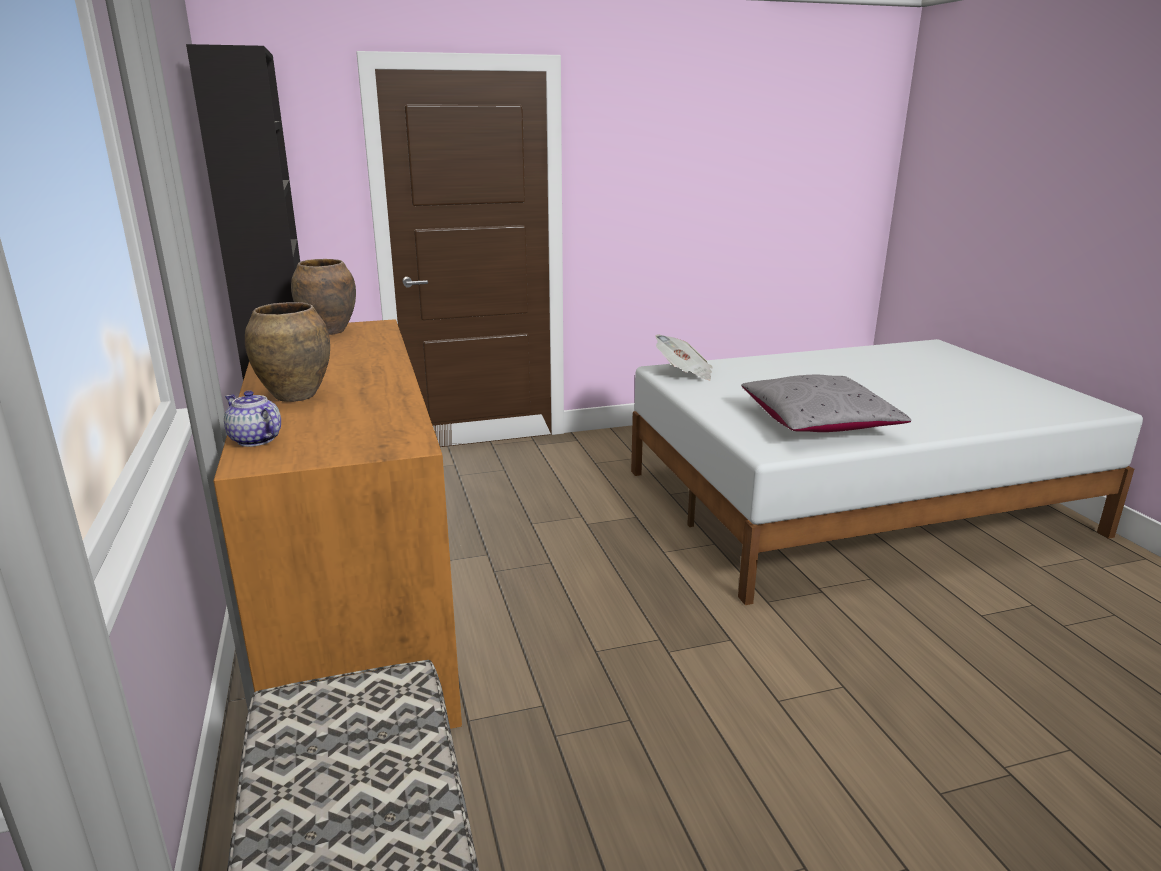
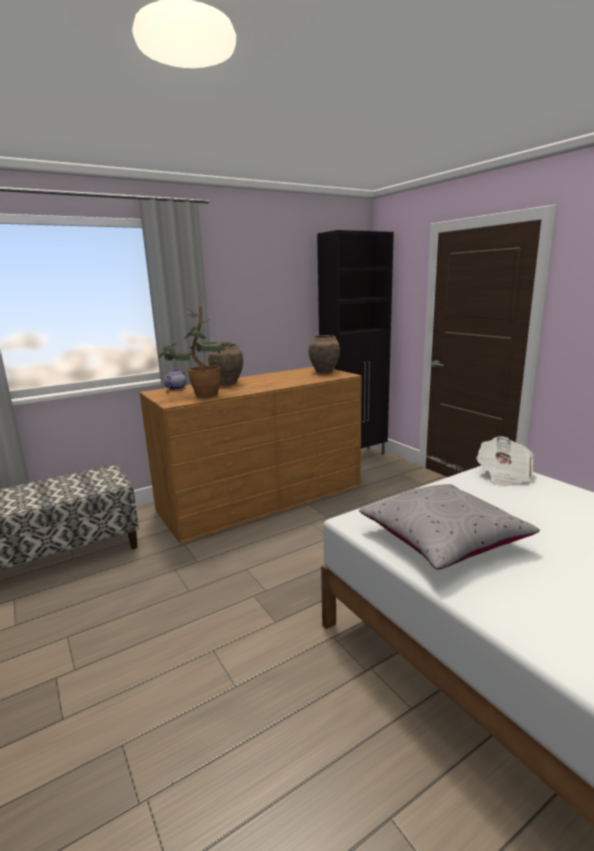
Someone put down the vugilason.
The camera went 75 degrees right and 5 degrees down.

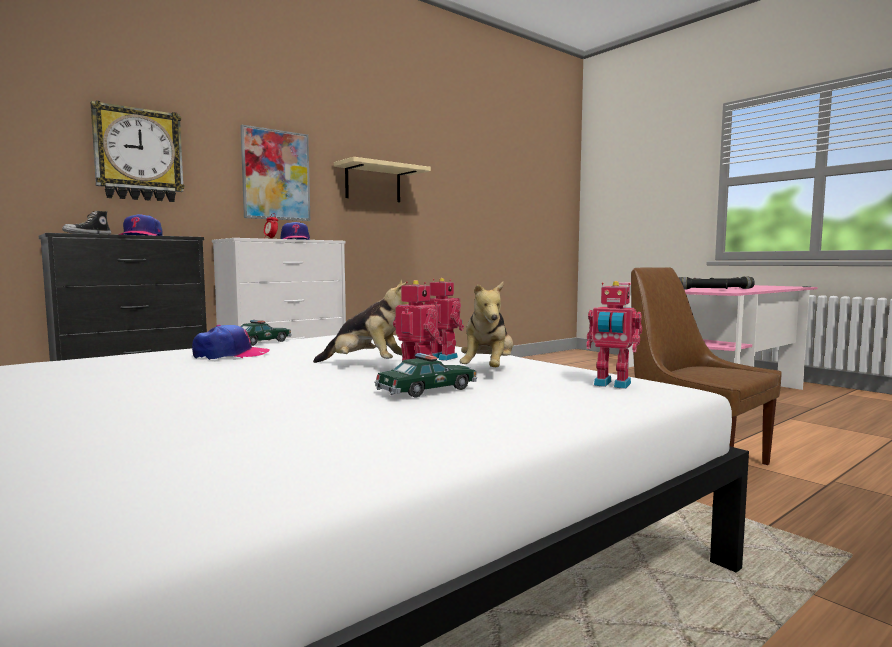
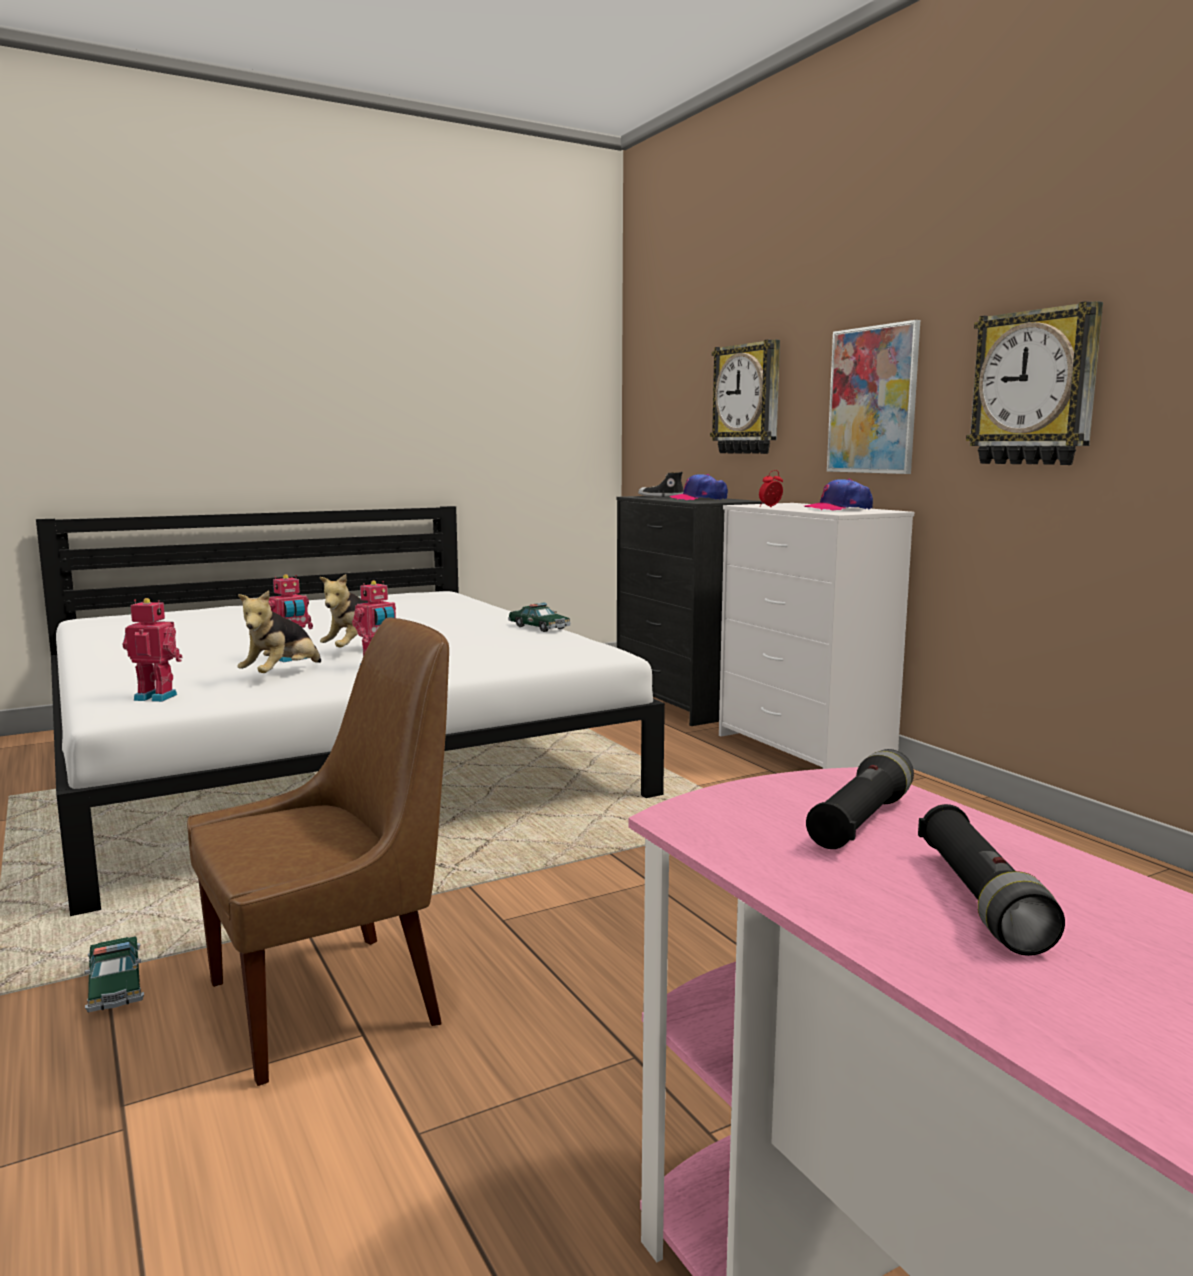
Someone carried the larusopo (no. 2 from left in the first image).
Someone rotated the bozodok (no. 3 from left in the first image) by 60 degrees clockwise.
Someone rotated the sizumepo (no. 2 from left in the first image) by 90 degrees counterclockwise.
Someone swapped the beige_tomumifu for the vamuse (no. 2 from left).
Someone took away the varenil (no. 2 from left).
The camera went 100 degrees right and 5 degrees up.

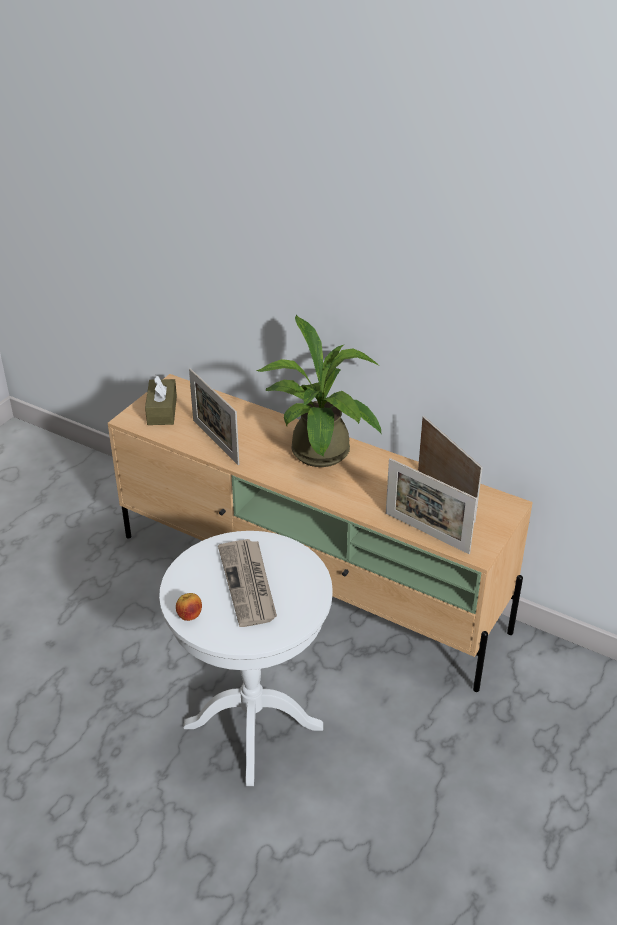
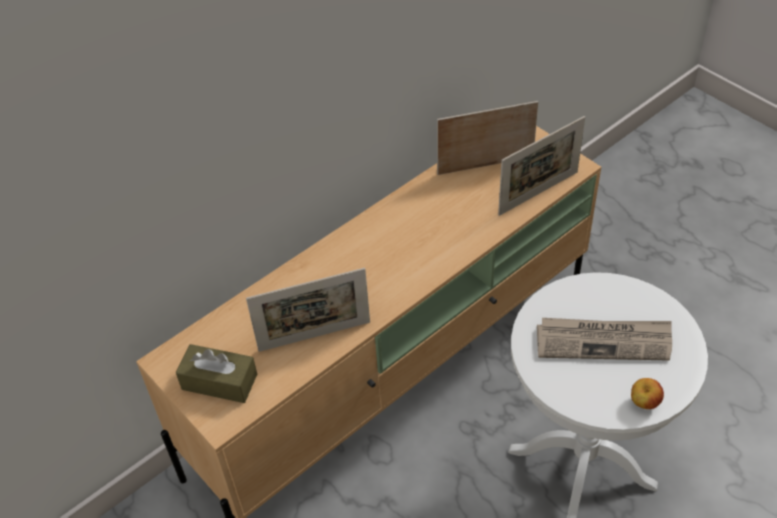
Someone took away the vugilason.
The camera went 70 degrees left and 10 degrees up.

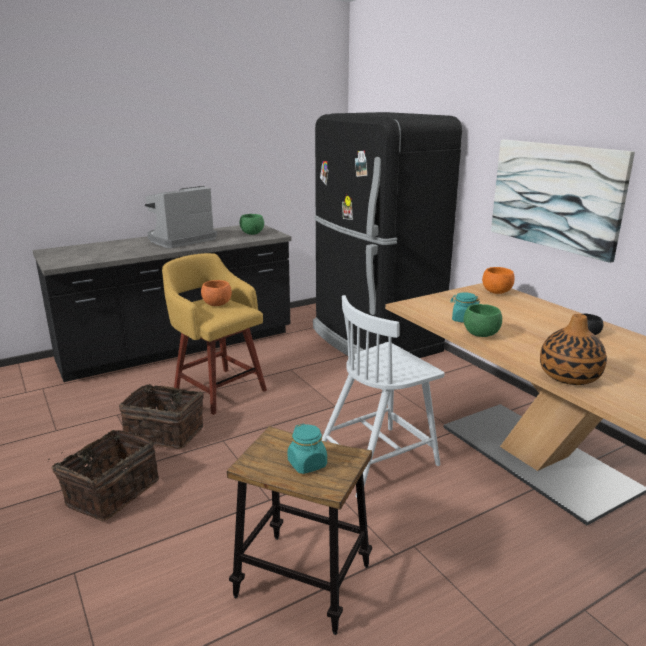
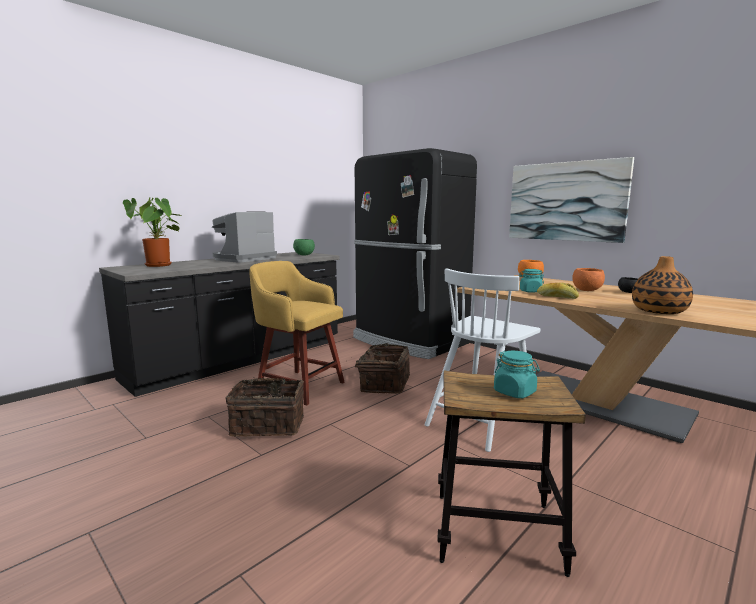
Someone put down the vugilason.
Someone carried the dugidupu (no. 1 from left in the first image).
Someone swapped the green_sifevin (no. 2 from left) for the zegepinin.
Someone carried the orange_sifevin (no. 1 from left in the first image).
The camera went 15 degrees left and 10 degrees down.

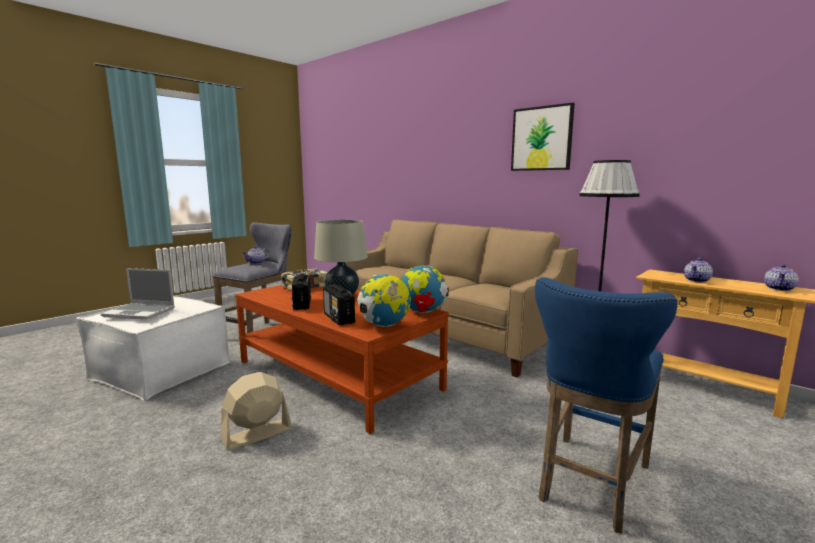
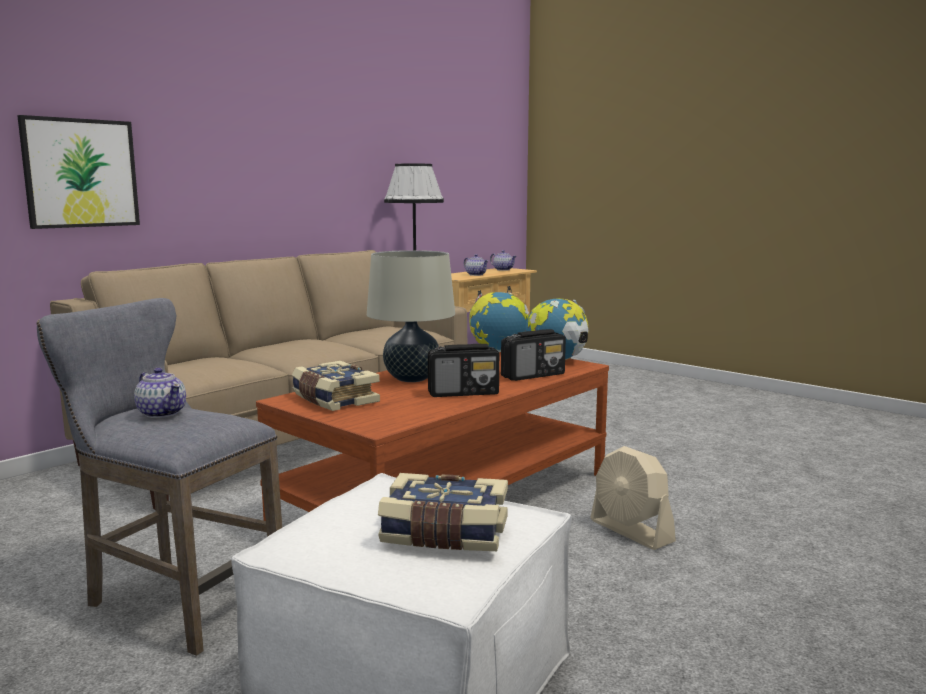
Someone carried the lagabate.
Someone swapped the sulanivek for the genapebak (no. 2 from left).
Someone took away the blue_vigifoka.
The camera went 90 degrees left and 0 degrees up.

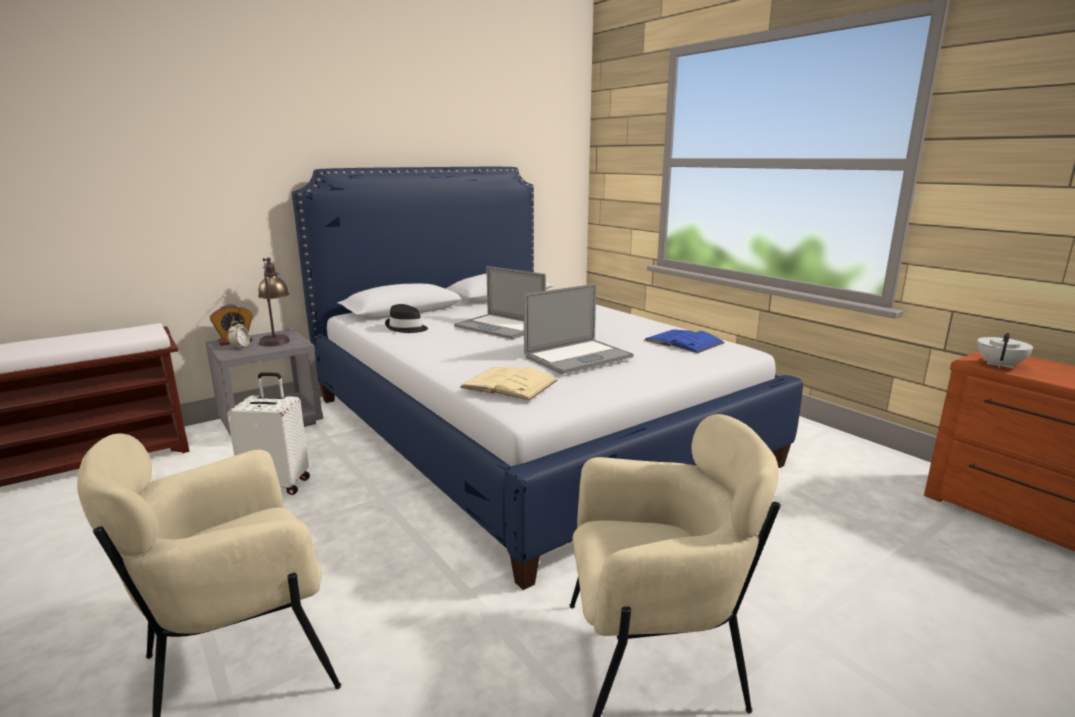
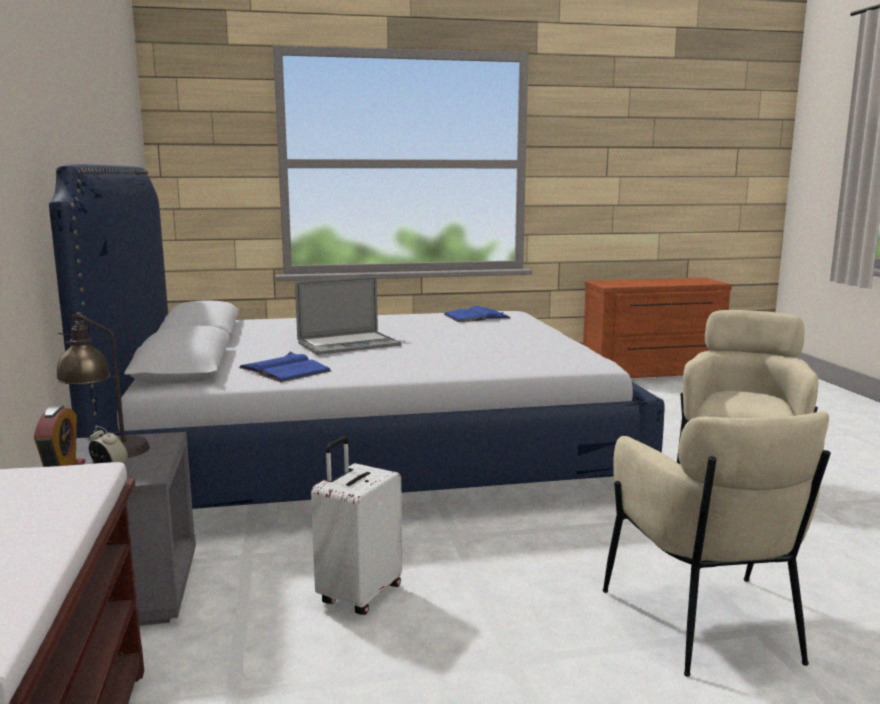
Someone swapped the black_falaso for the blue_genapebak (no. 1 from left).
Someone took away the beige_genapebak.
Someone took away the sulanivek (no. 2 from left).
Someone took away the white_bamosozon.
The camera went 65 degrees left and 5 degrees down.

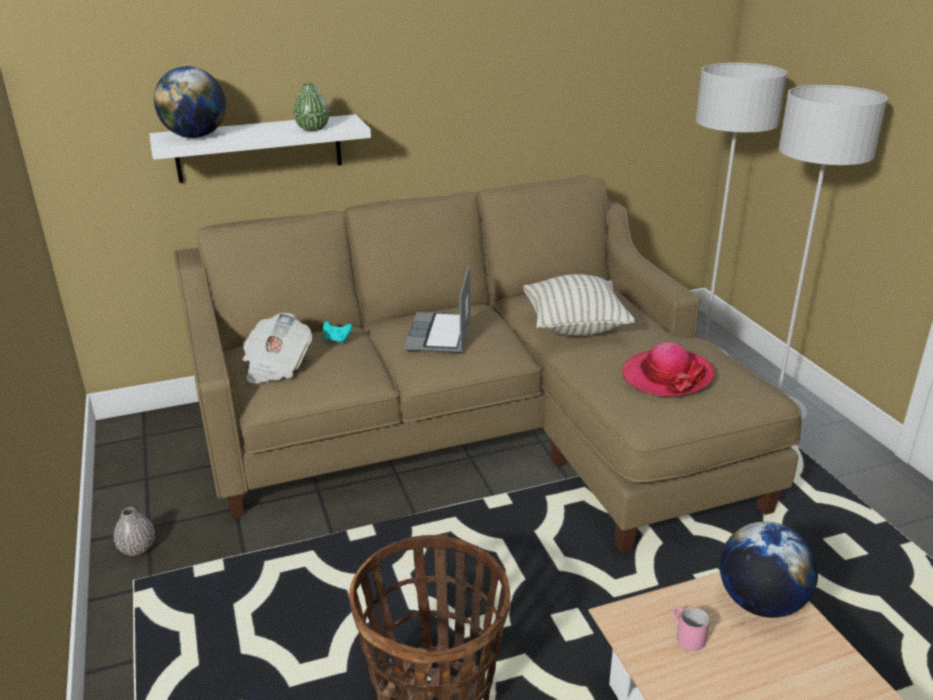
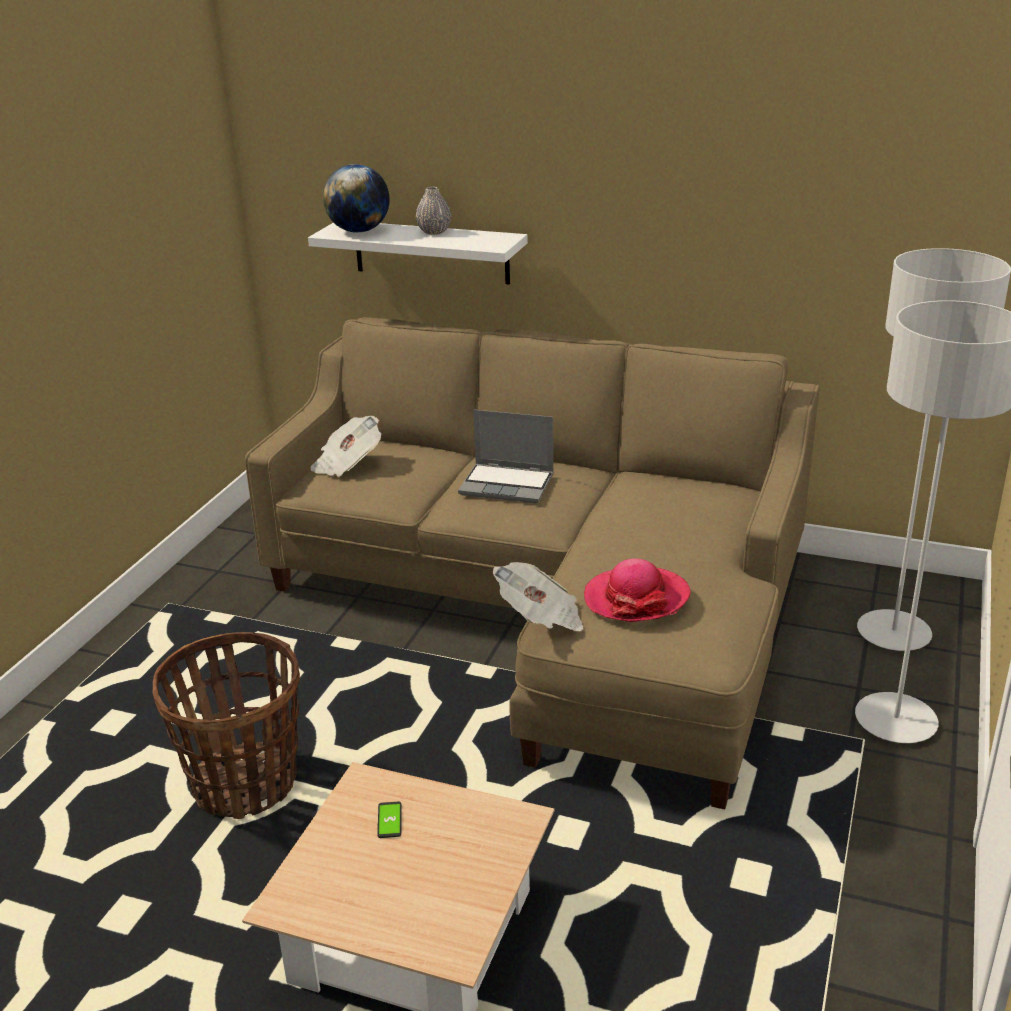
Someone swapped the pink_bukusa for the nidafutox.
Someone carried the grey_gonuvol.
Someone rotated the sulanivek by 120 degrees counterclockwise.
Someone put down the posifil (no. 2 from left).
Someone took away the green_gonuvol.
Someone took away the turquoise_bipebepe.
Someone took away the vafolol.
Someone took away the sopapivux (no. 2 from left).
The camera went 40 degrees right and 0 degrees up.

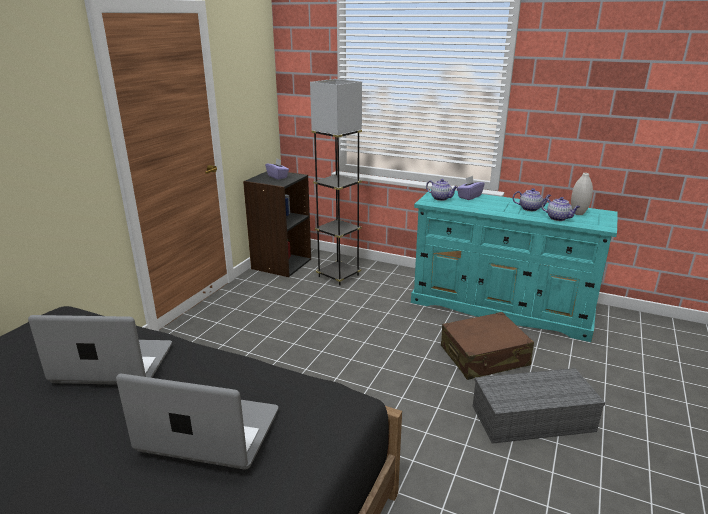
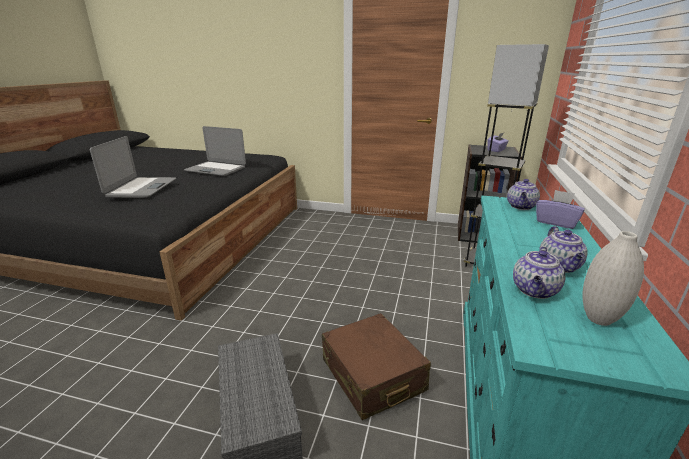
Someone rotated the sulanivek (no. 1 from left in the first image) by 120 degrees clockwise.
The camera went 80 degrees right and 0 degrees up.

